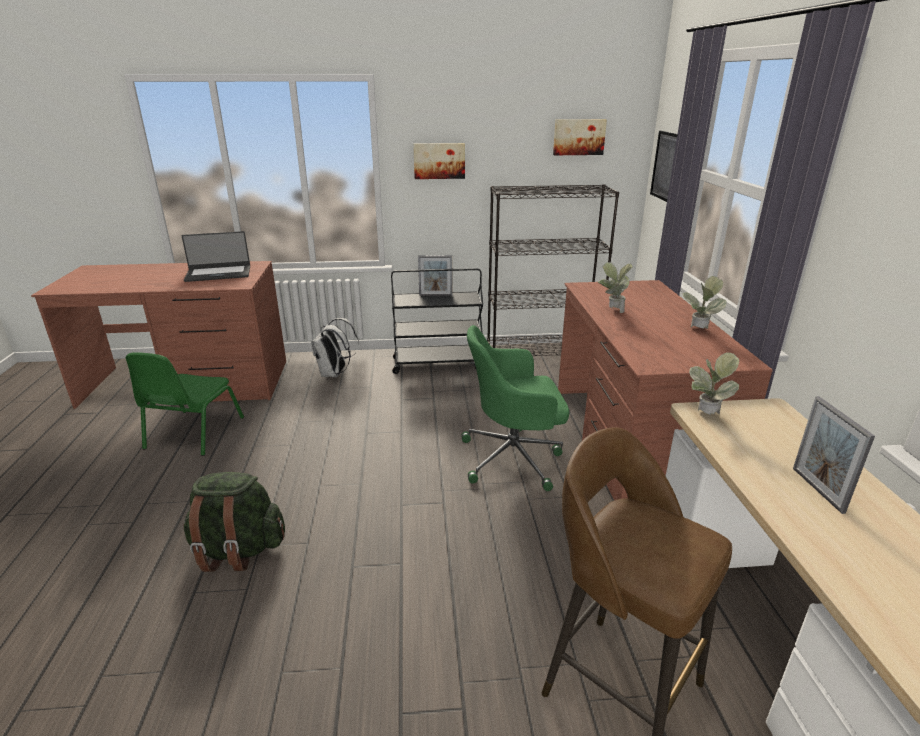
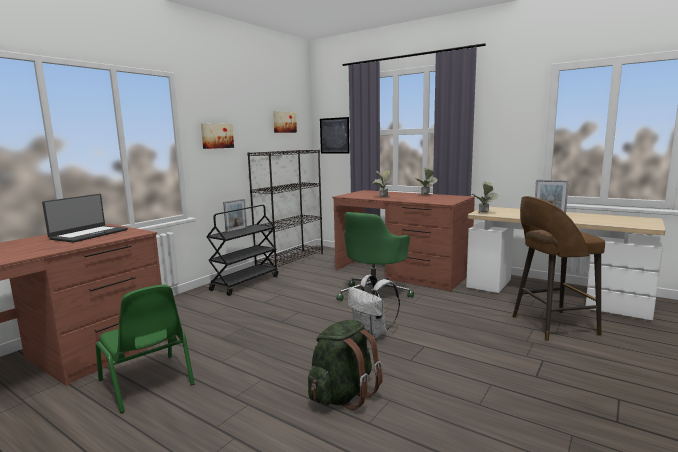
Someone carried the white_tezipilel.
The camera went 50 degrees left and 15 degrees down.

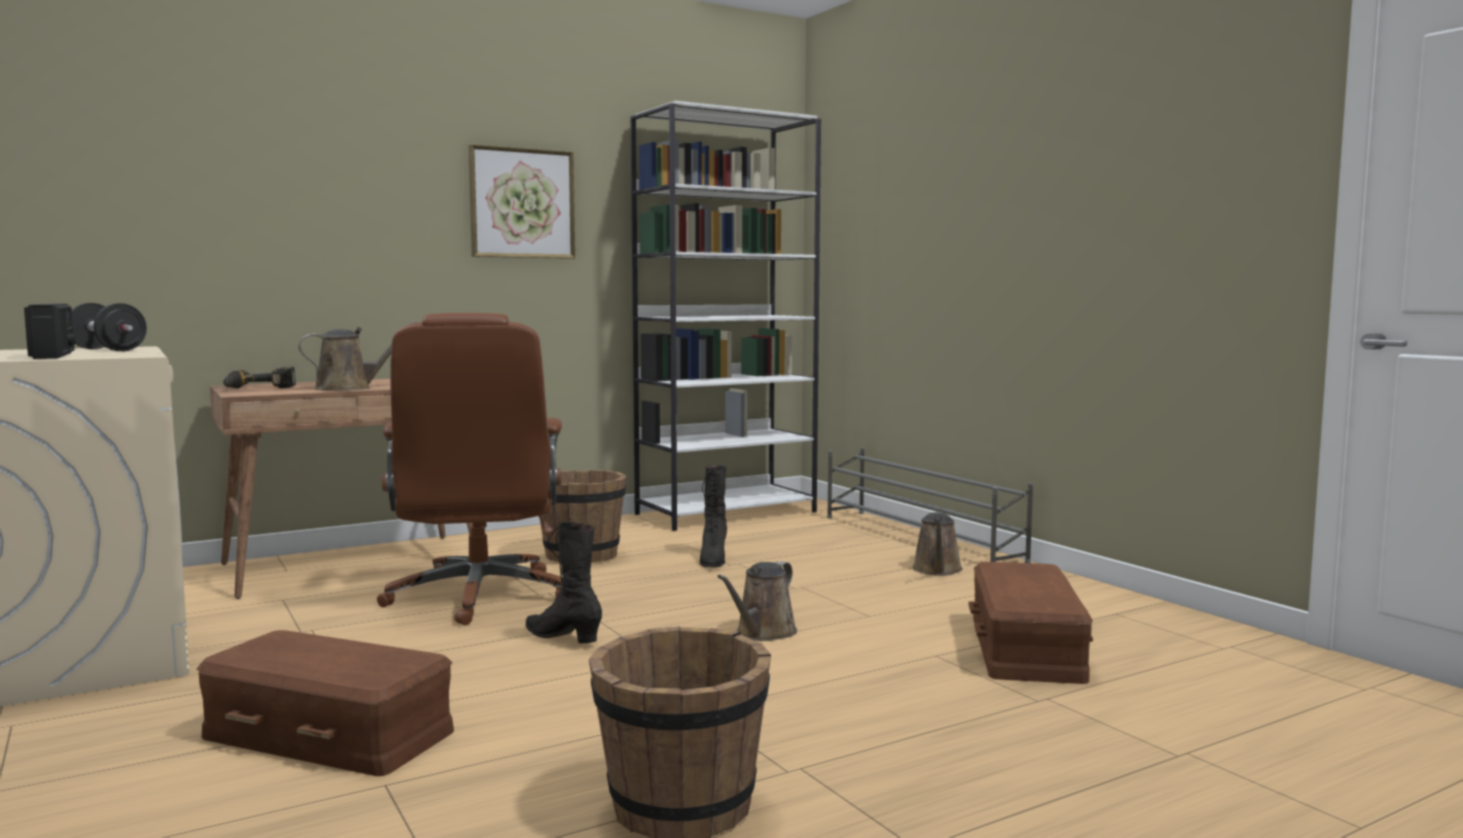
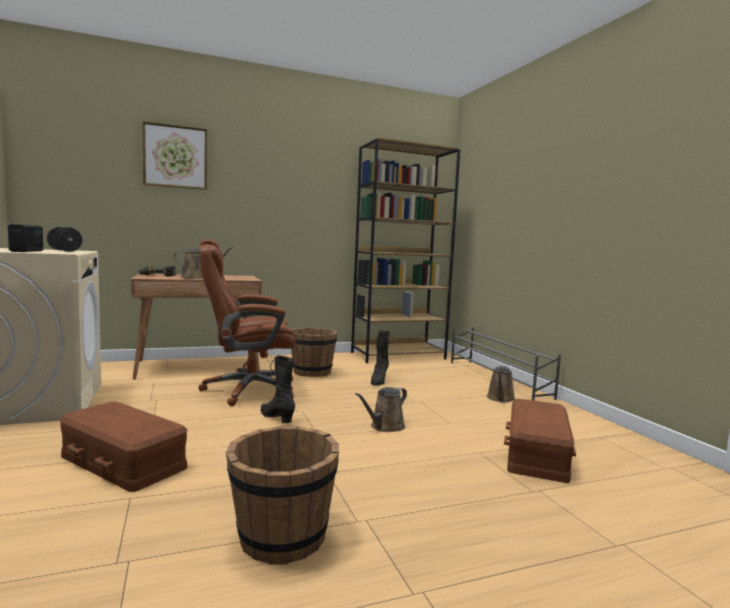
Someone carried the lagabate.
Someone rotated the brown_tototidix by 75 degrees clockwise.
Someone repainted the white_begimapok, which became the brown_begimapok.
The camera went 10 degrees right and 0 degrees up.

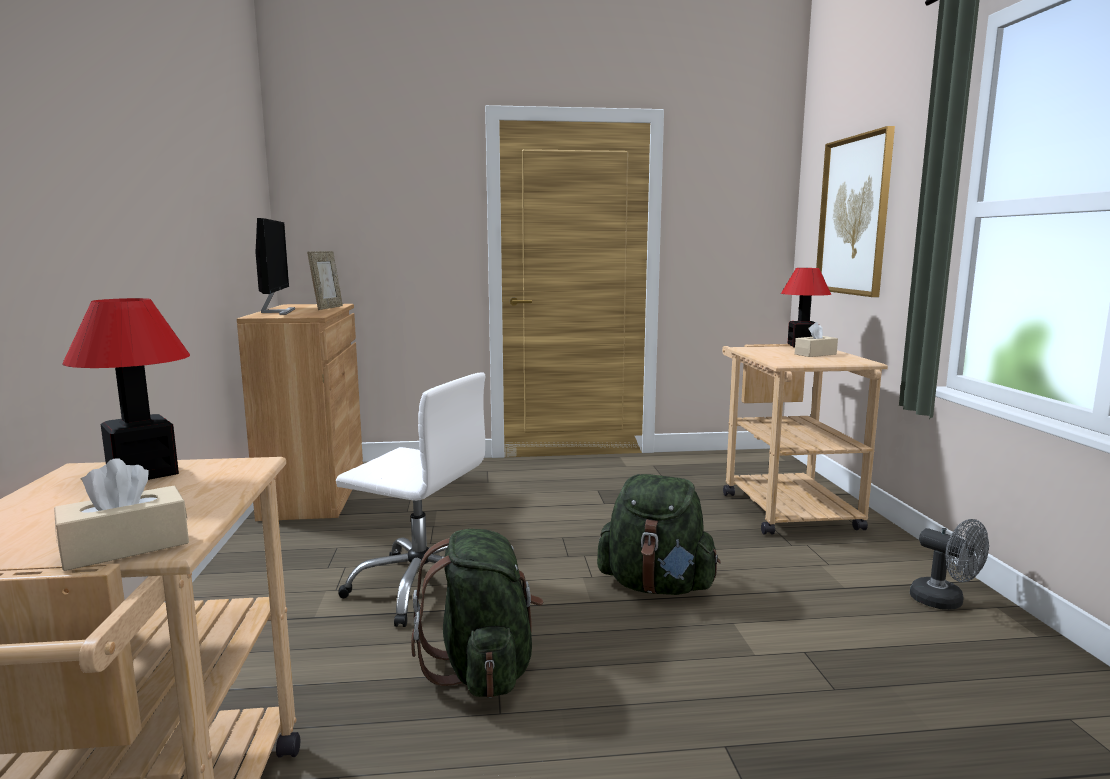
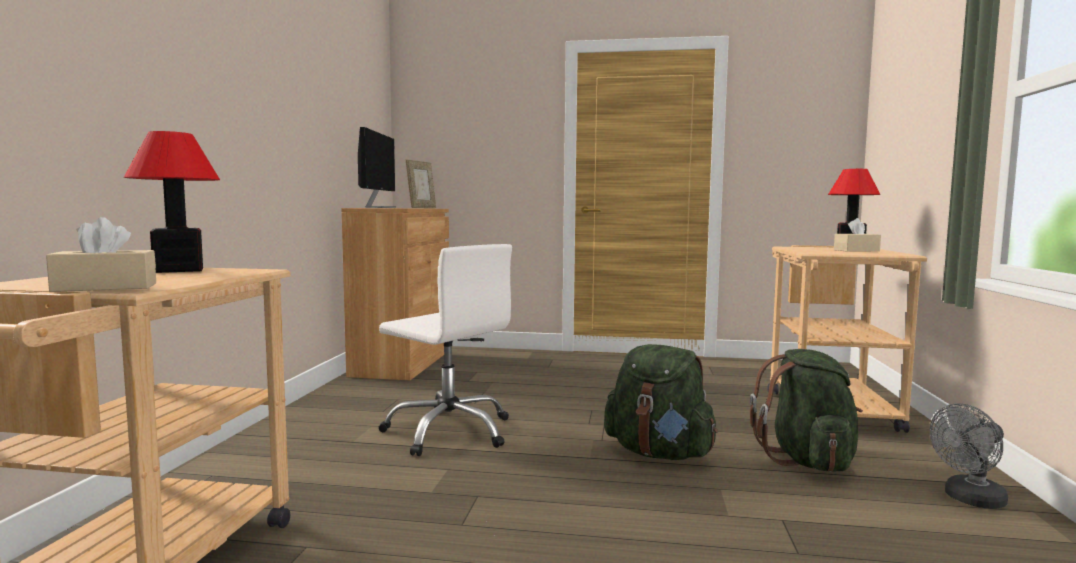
Someone carried the green_tezipilel (no. 1 from left in the first image).
Someone rotated the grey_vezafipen by 90 degrees clockwise.
Someone took away the lagabate.
The camera went 15 degrees right and 5 degrees down.

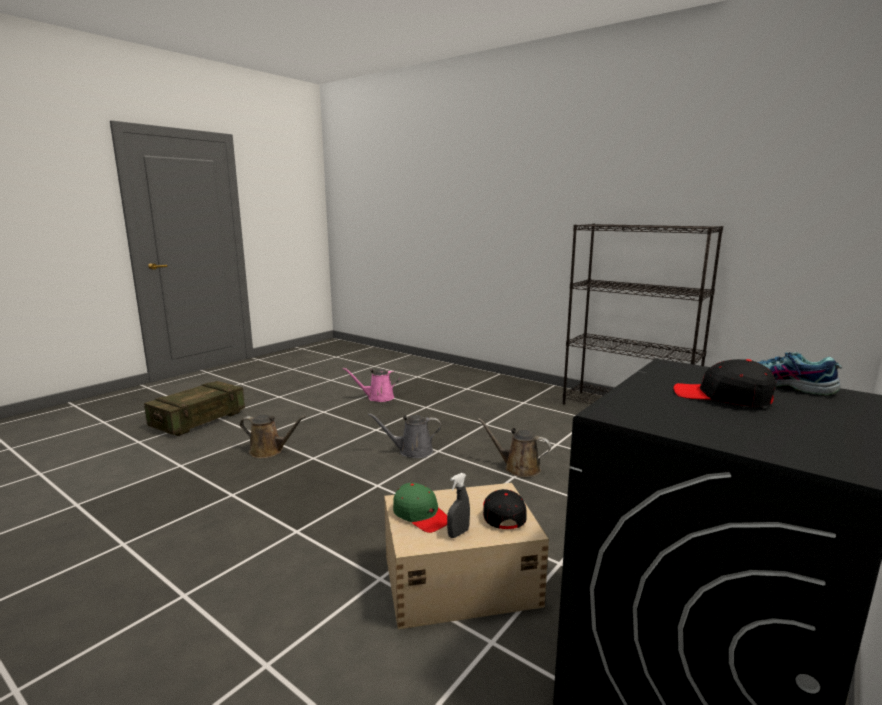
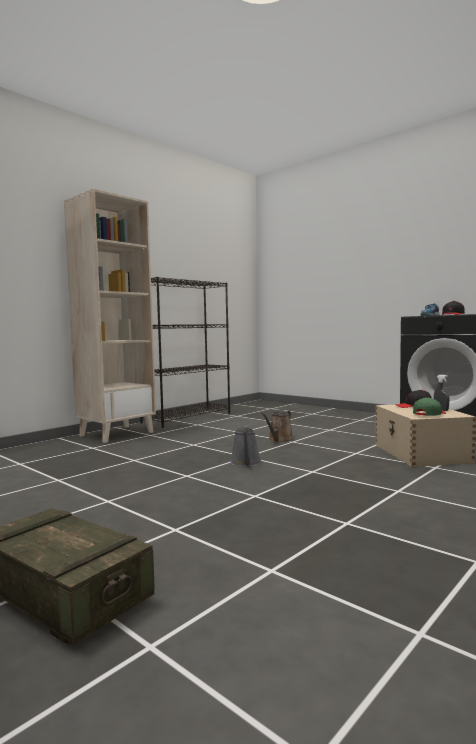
Someone put down the beige_begimapok.
Someone took away the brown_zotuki (no. 1 from left).
Someone took away the pink_zotuki.
The camera went 85 degrees left and 10 degrees down.

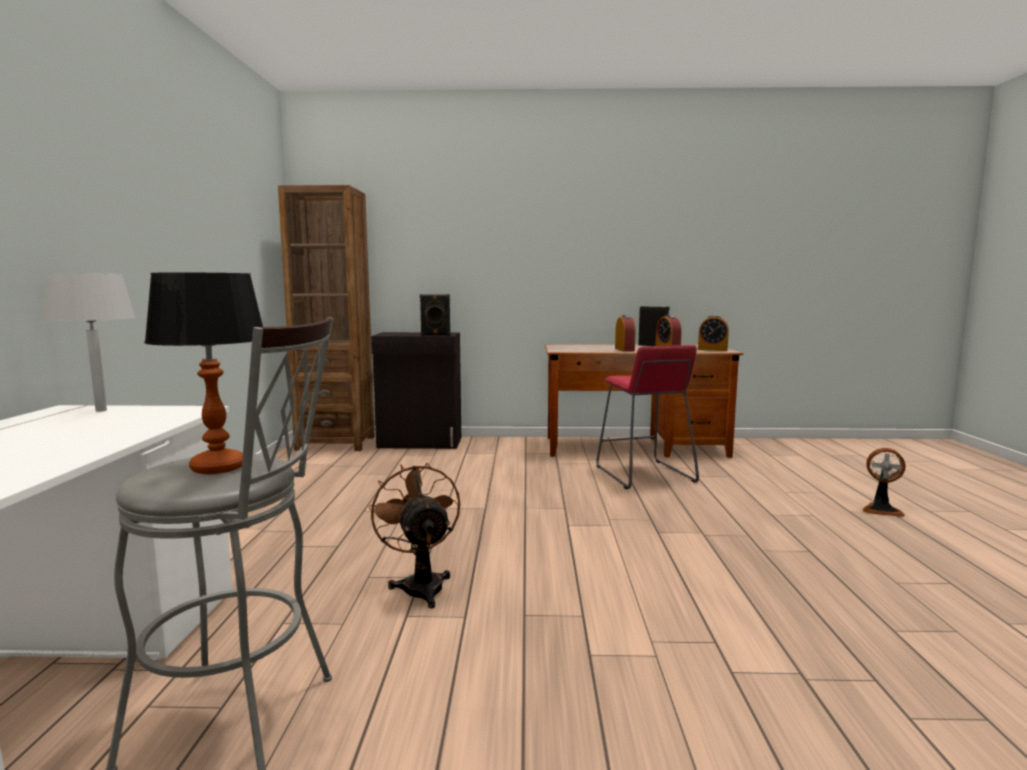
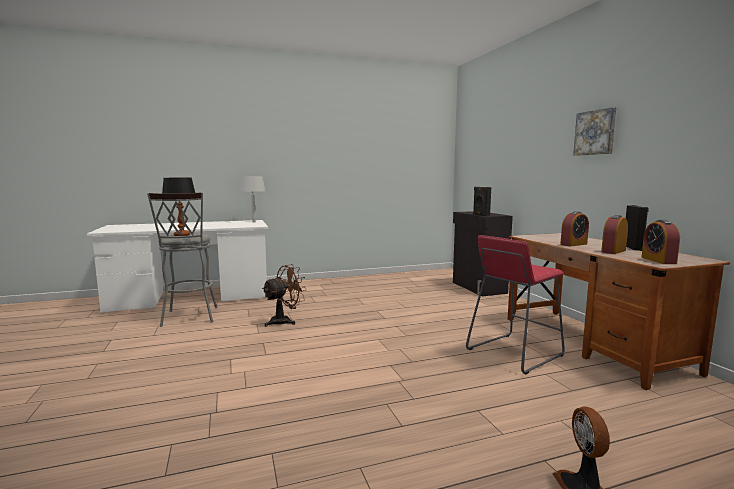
Someone put up the lagabate.
Someone took away the brown_begimapok.
The camera went 70 degrees right and 0 degrees up.

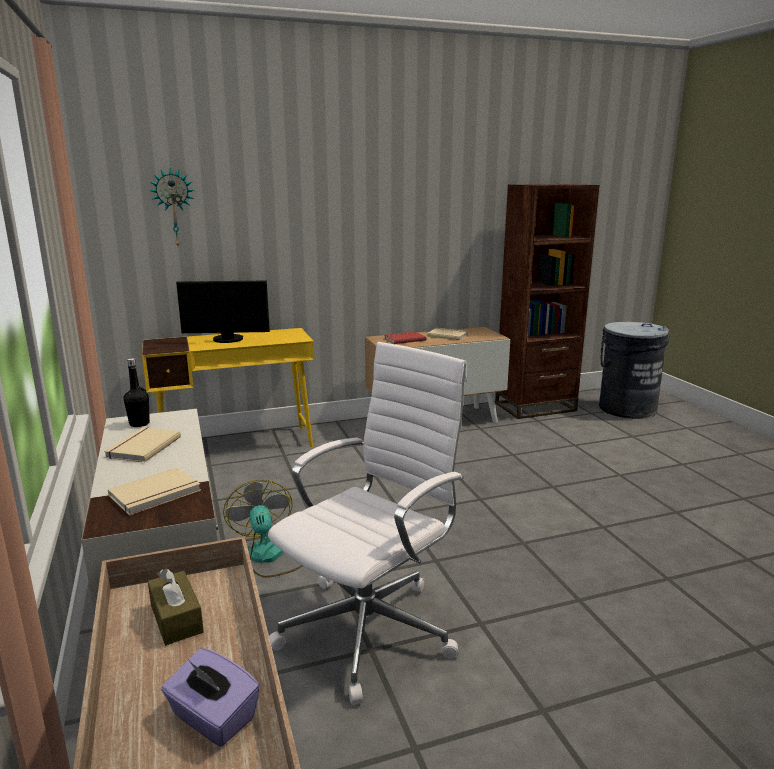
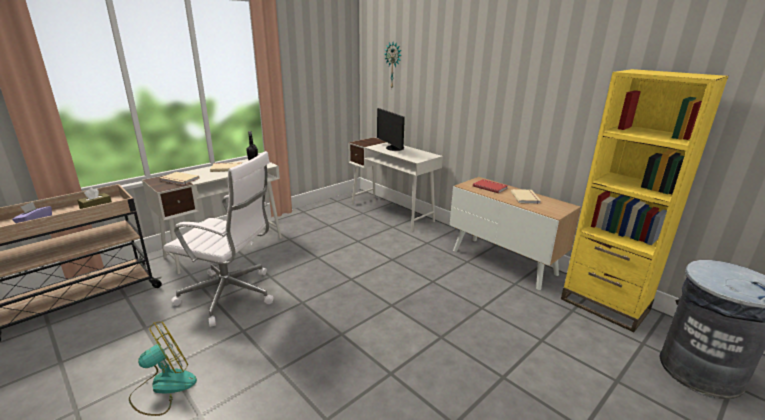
Someone carried the vezafipen.
Someone repainted the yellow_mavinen, which became the white_mavinen (no. 2 from left).
Someone repainted the brown_begimapok, which became the yellow_begimapok.
The camera went 65 degrees right and 5 degrees up.

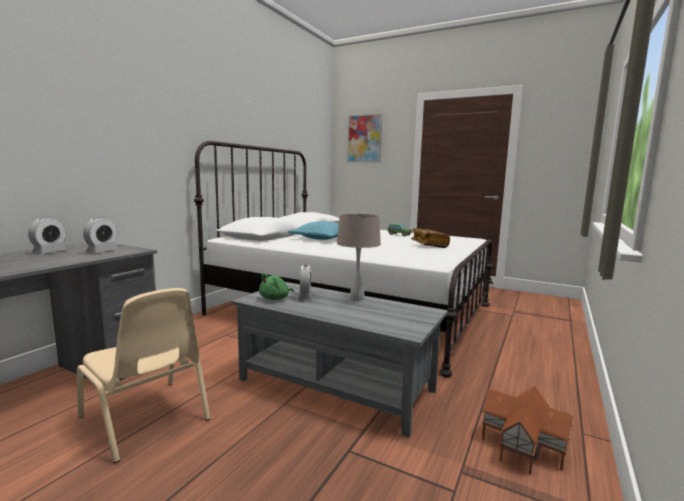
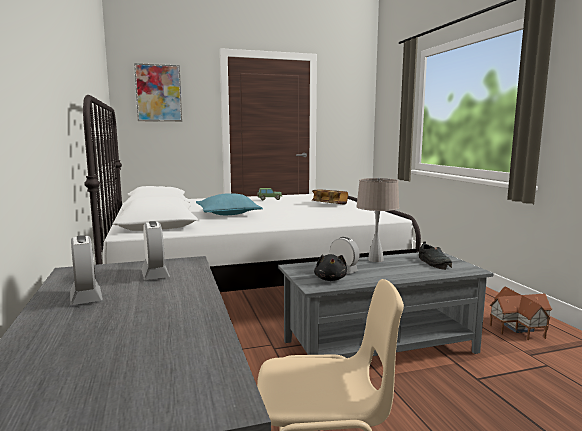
Someone repainted the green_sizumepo, which became the black_sizumepo.
Someone put down the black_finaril.
The camera went 45 degrees left and 0 degrees up.

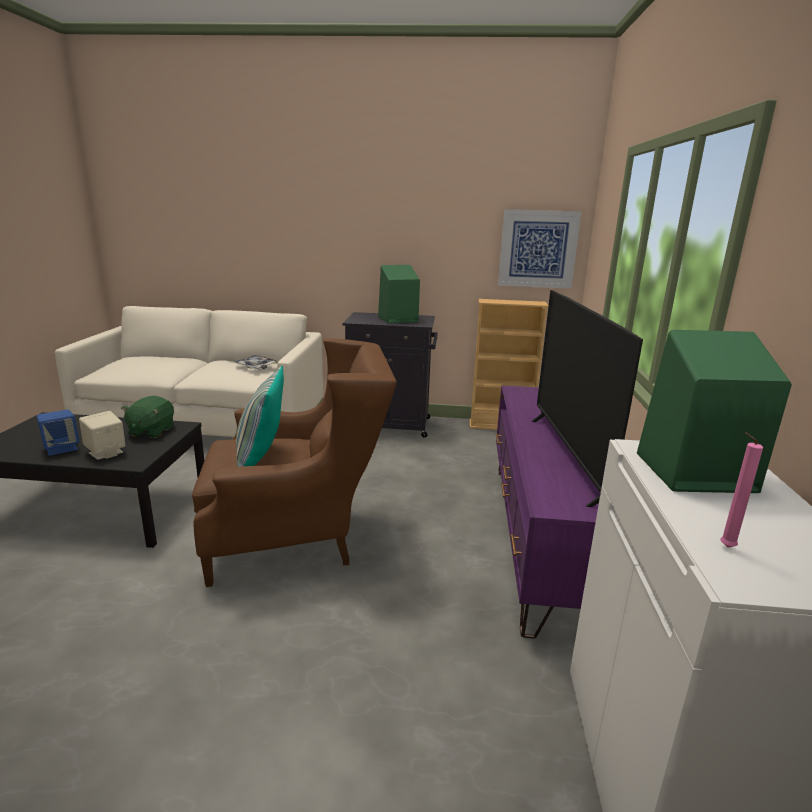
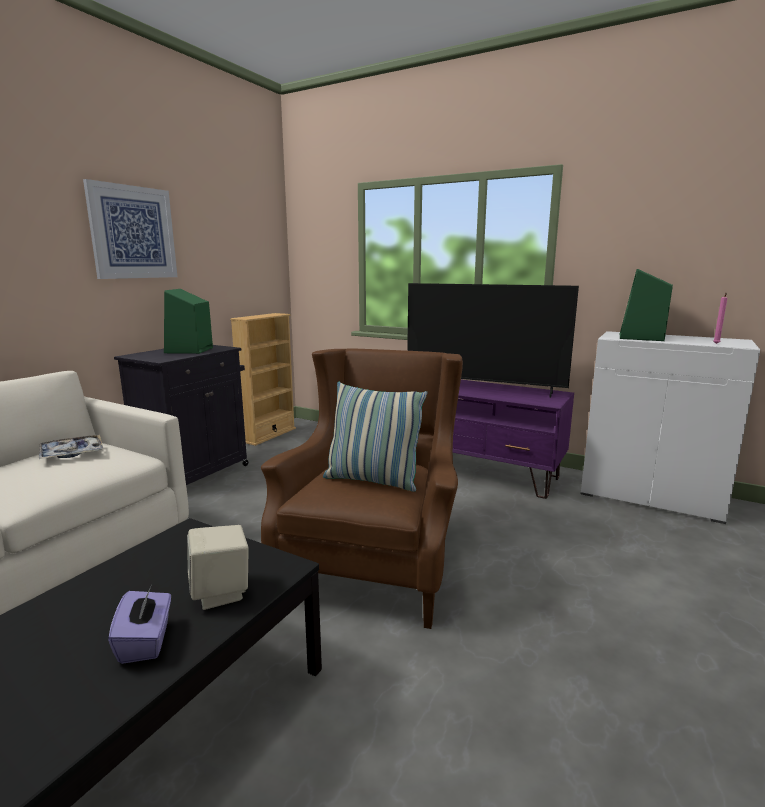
Someone carried the lagabate.
Someone swapped the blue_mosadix for the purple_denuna.
Someone took away the green_sizumepo.
The camera went 65 degrees left and 5 degrees down.

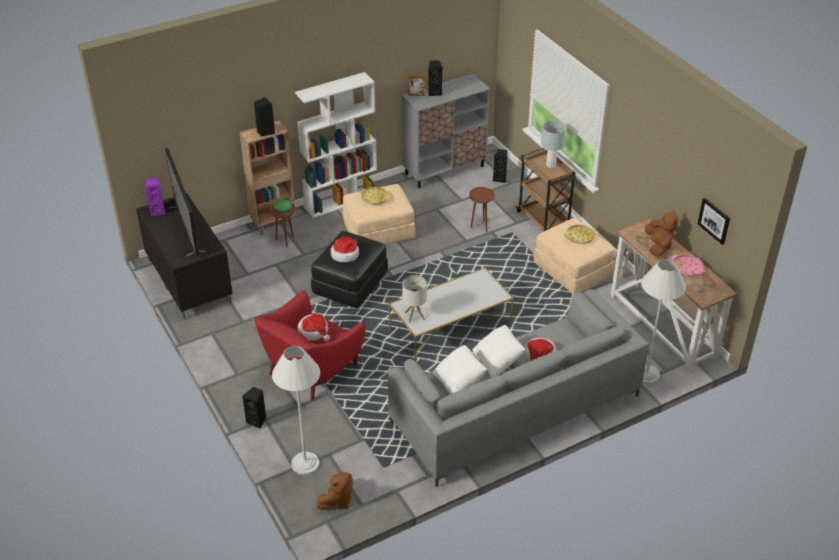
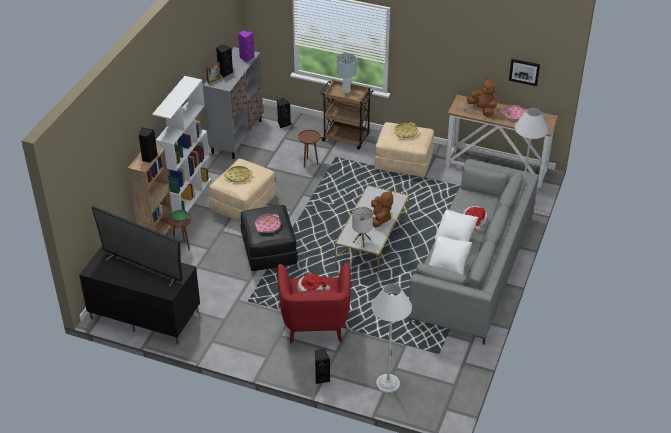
Someone carried the purple_mosadix.
Someone swapped the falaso (no. 2 from left) for the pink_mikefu (no. 1 from left).
Someone carried the brown_sizumepo (no. 1 from left).
The camera went 40 degrees left and 0 degrees up.

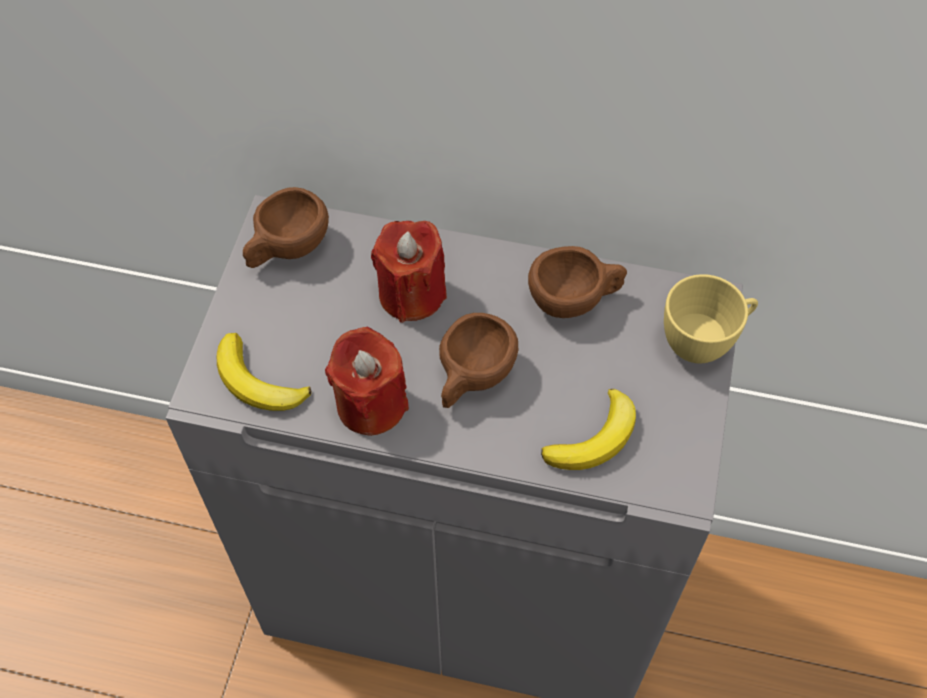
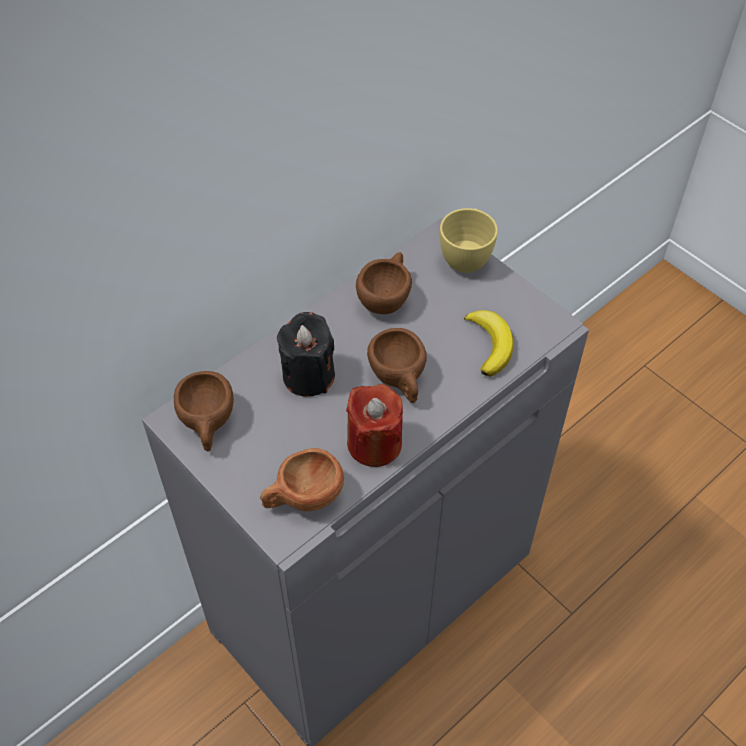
Someone swapped the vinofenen (no. 1 from left) for the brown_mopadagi (no. 2 from left).
Someone repainted the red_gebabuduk (no. 2 from left), which became the black_gebabuduk.
The camera went 55 degrees left and 5 degrees down.

